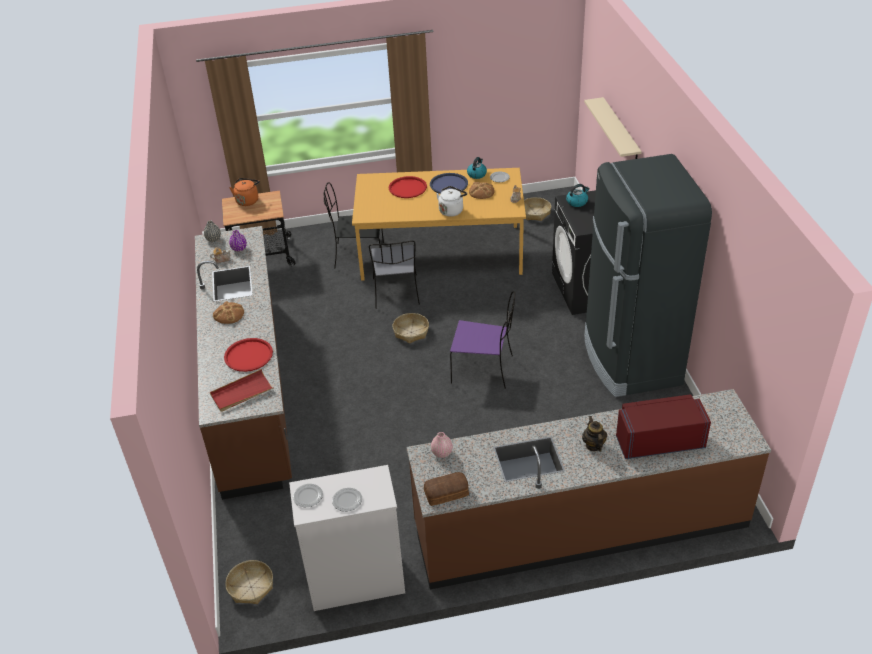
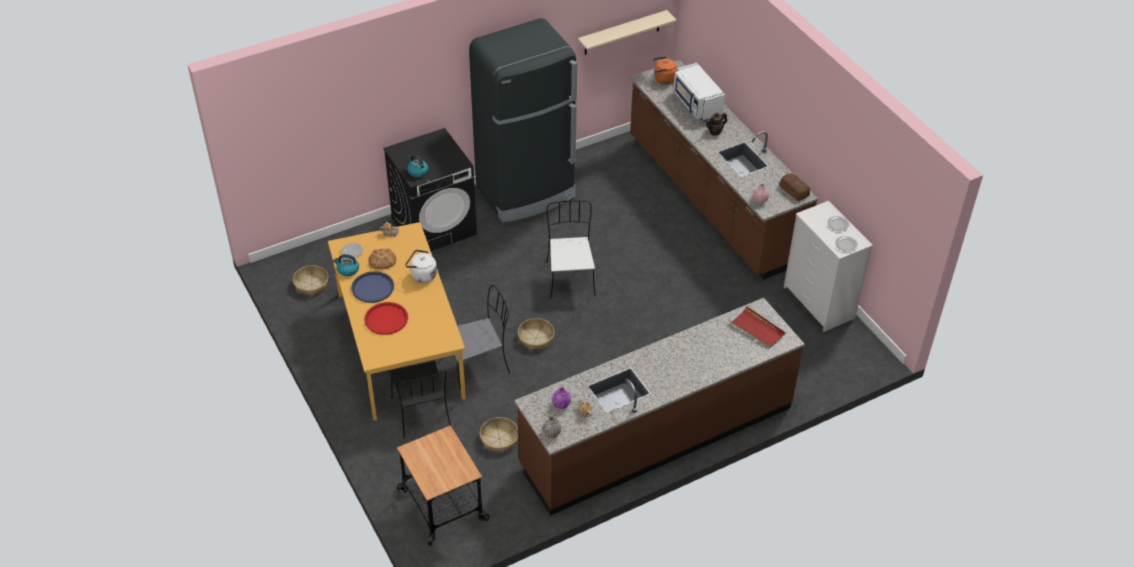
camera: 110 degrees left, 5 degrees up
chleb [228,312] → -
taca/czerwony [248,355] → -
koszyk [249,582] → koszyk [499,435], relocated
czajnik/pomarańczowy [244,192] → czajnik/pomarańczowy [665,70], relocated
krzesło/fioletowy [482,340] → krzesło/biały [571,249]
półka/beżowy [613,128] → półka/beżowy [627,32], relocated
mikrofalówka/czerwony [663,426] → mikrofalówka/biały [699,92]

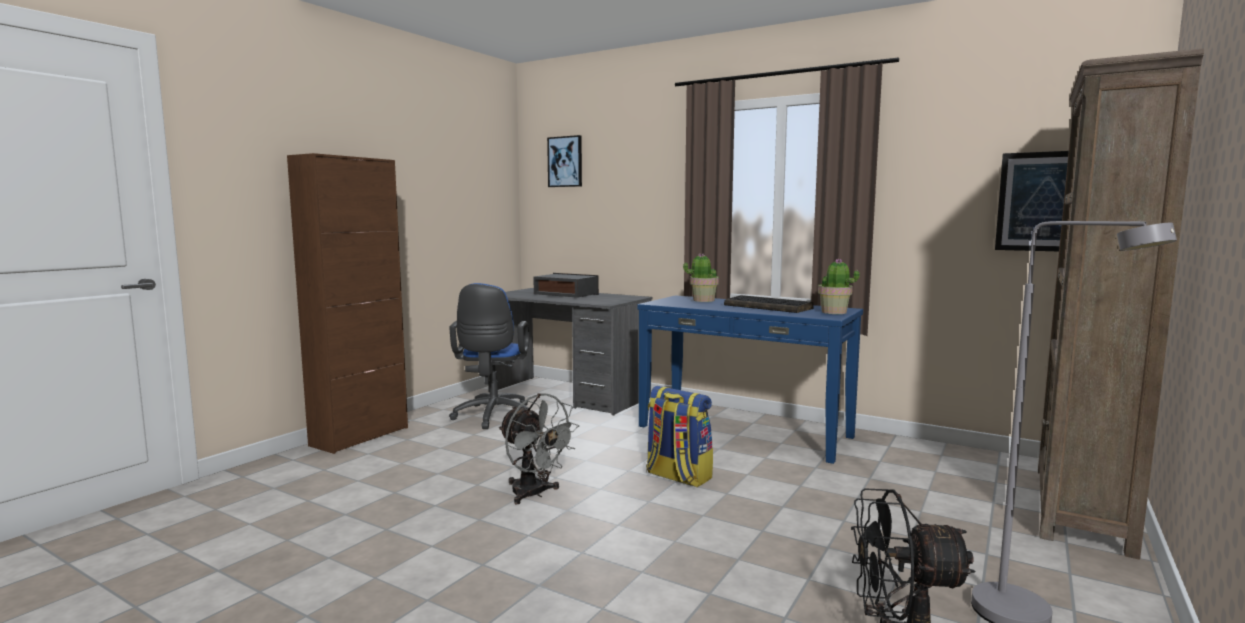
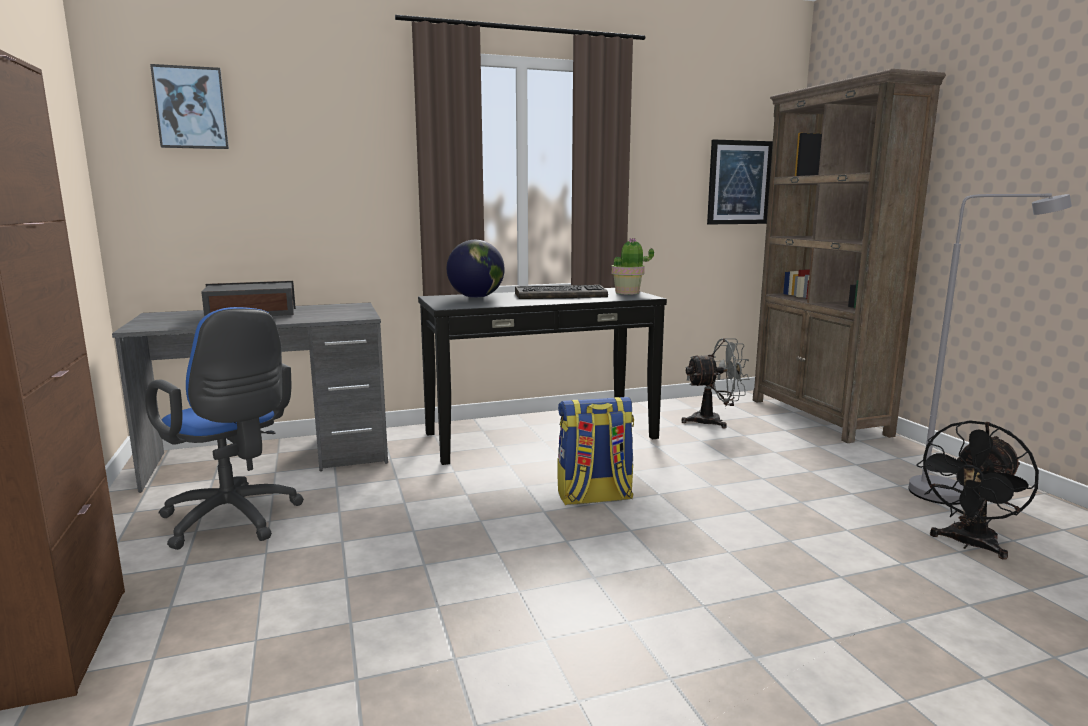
camera: 50 degrees left, 5 degrees up
wentylator/szary [539,449] → wentylator/szary [715,383], relocated
stolik konsolowy/niebieski [750,379] → stolik konsolowy/czarny [542,376]
roślina doniczkowa [701,277] → globus [476,269]

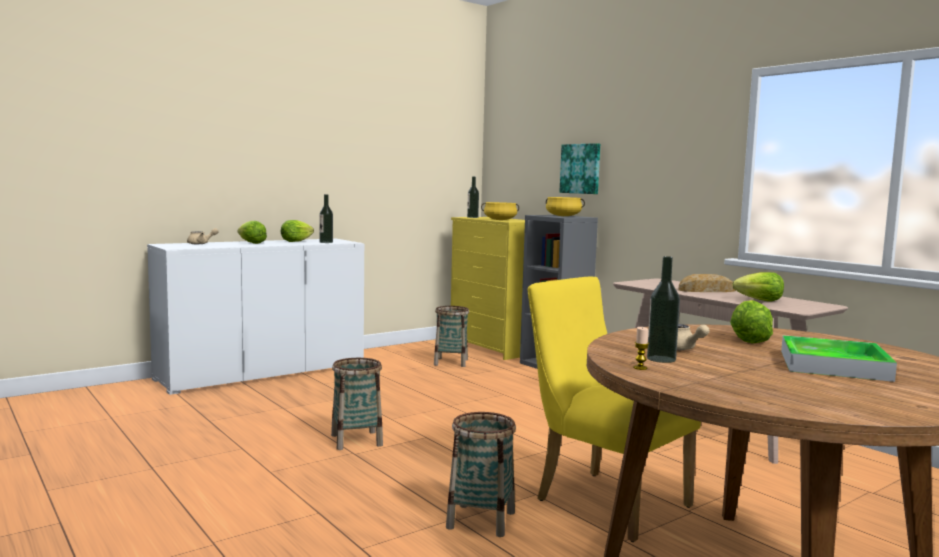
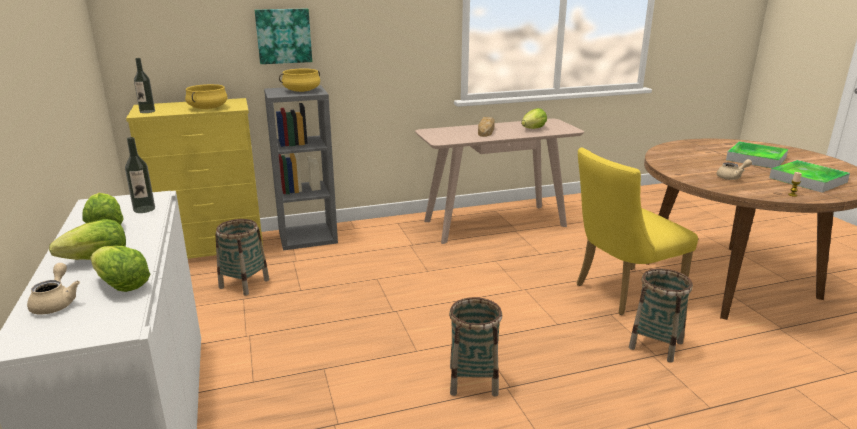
camera: 70 degrees left, 15 degrees up
butelka [663,309] → -
sałata [751,321] → sałata [120,269], relocated
- → taca [809,176]

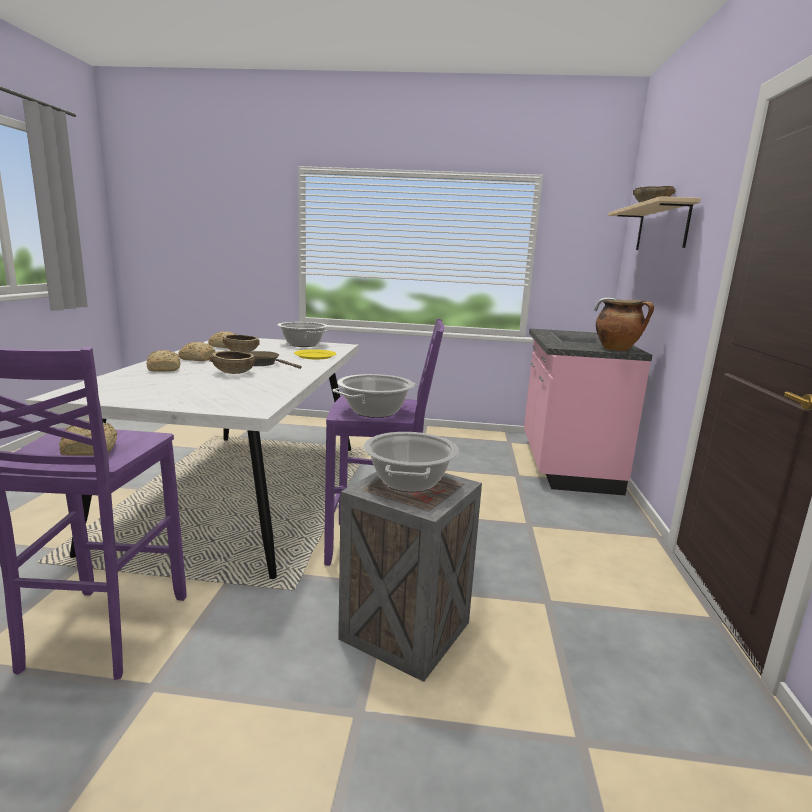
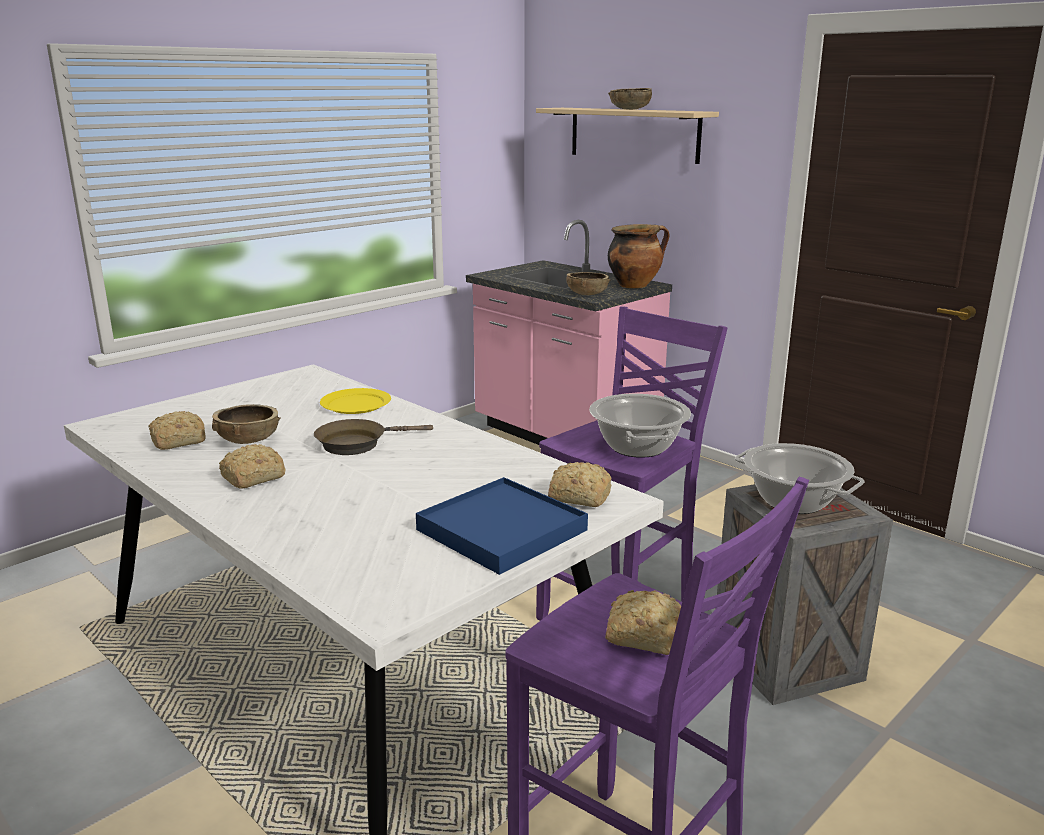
camera: 50 degrees left, 5 degrees up
chleb [163,361] → chleb [580,484], relocated
miska/brązowy [233,362] → miska/brązowy [588,283], relocated
garnek [303,334] → -
- → taca/niebieski [502,526]

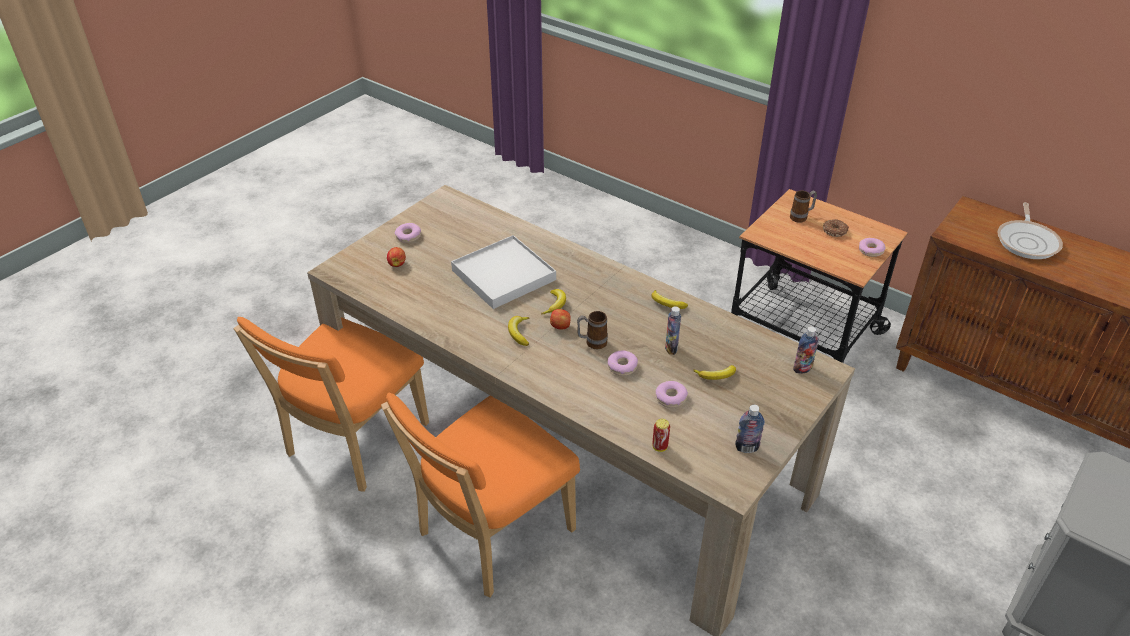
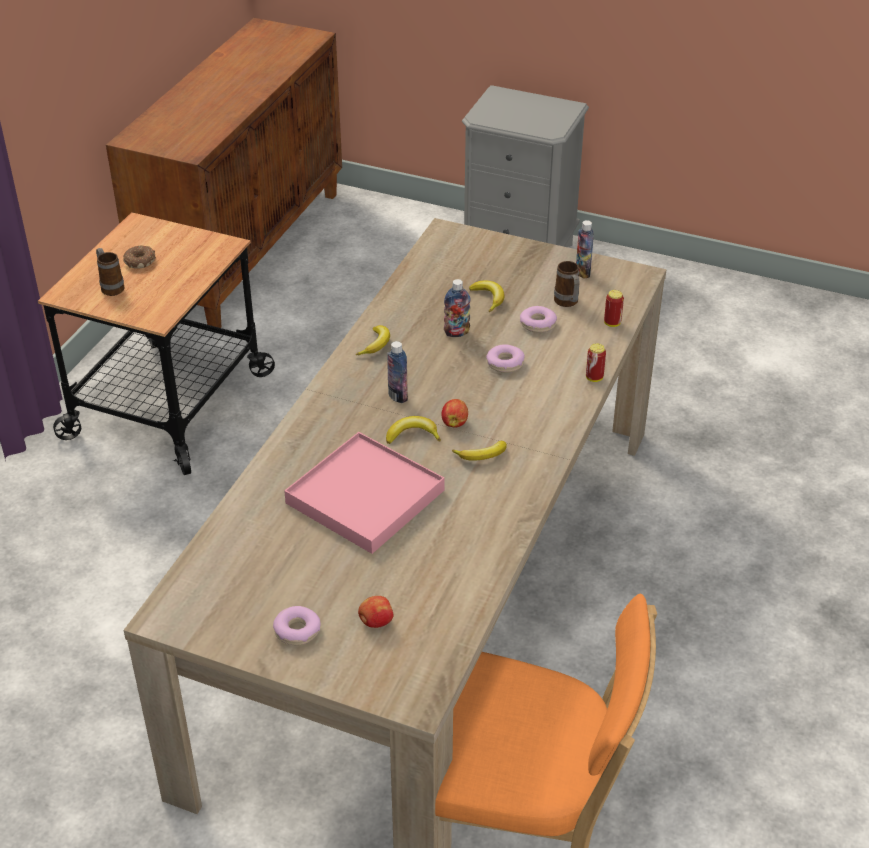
camera: 105 degrees left, 0 degrees up
krzesło/pomarańczowy [480,495] → -
taca/biały [503,272] → taca/różowy [364,493]
kubek [592,330] → kubek [567,284], relocated
butelka [806,350] → butelka [397,372], relocated
donut [872,247] → -
patelnia [1030,230] → -
- → puszka [596,362]

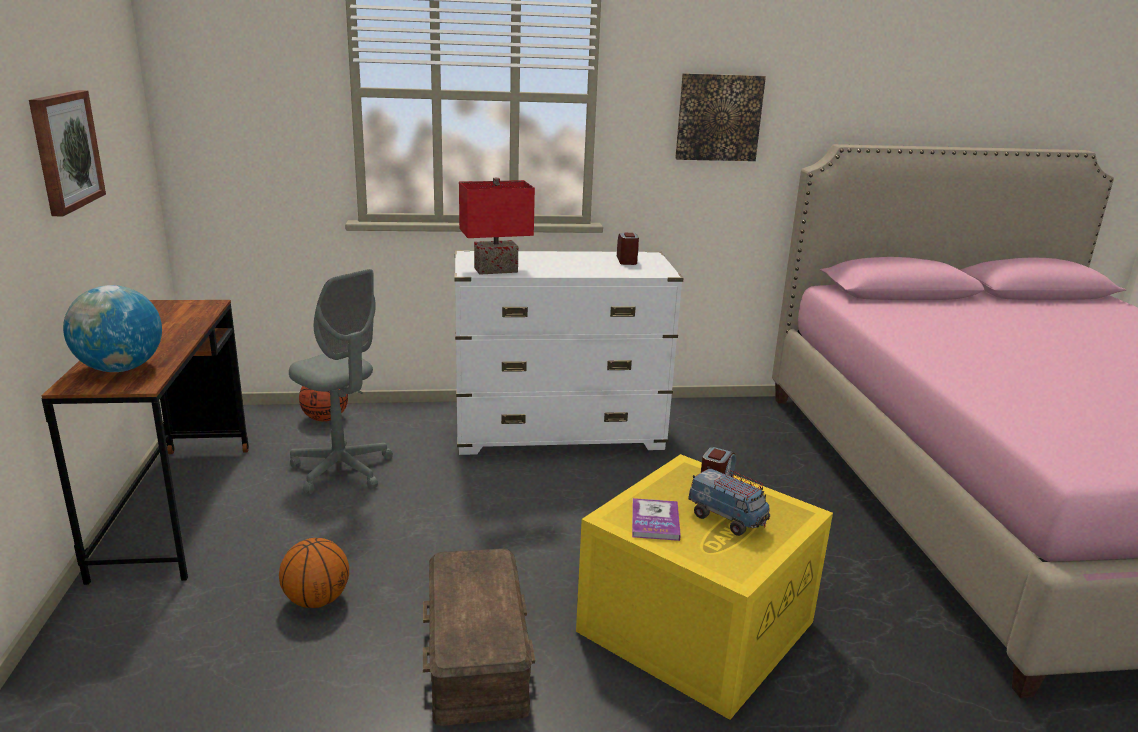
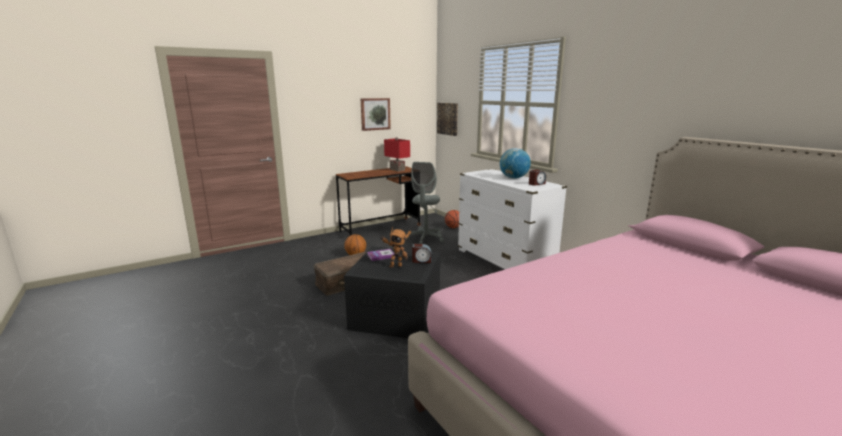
camera: 65 degrees right, 5 degrees down
globus [112,328] → globus [515,163], relocated
lampa stołowa/czerwony [497,226] → lampa stołowa/czerwony [397,154], relocated
pojemnik do przechowywania/żółty [704,587] → pojemnik do przechowywania/czarny [392,292]
obraz [720,117] → obraz [447,119], relocated
ciężarówka zabawkowa [729,501] → robot zabawkowy [395,247]

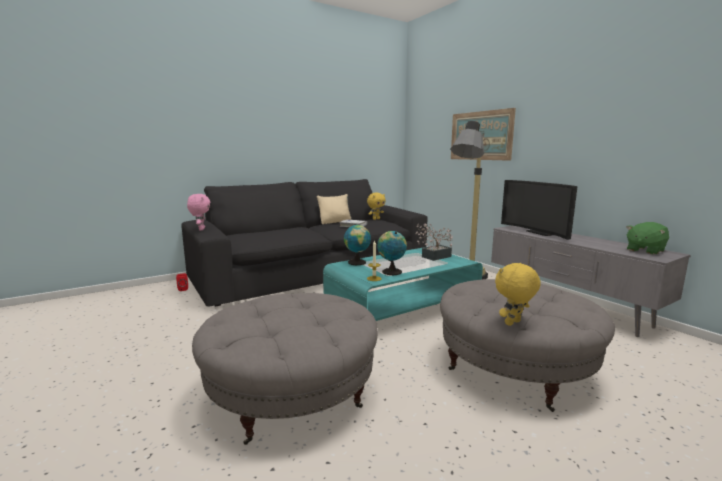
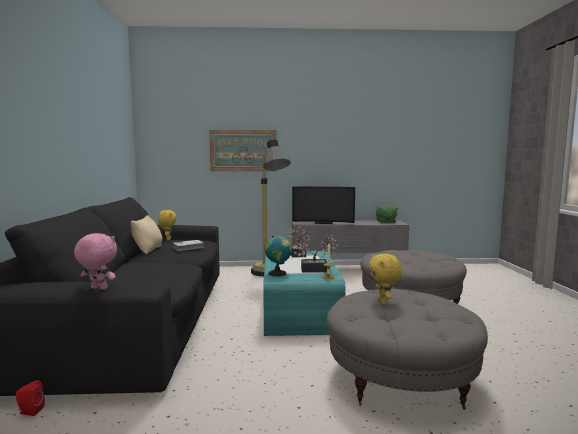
camera: 60 degrees left, 5 degrees down
globus [392,253] → roślina doniczkowa [316,254]
pluszak/żółty [518,294] → pluszak/żółty [385,279], relocated

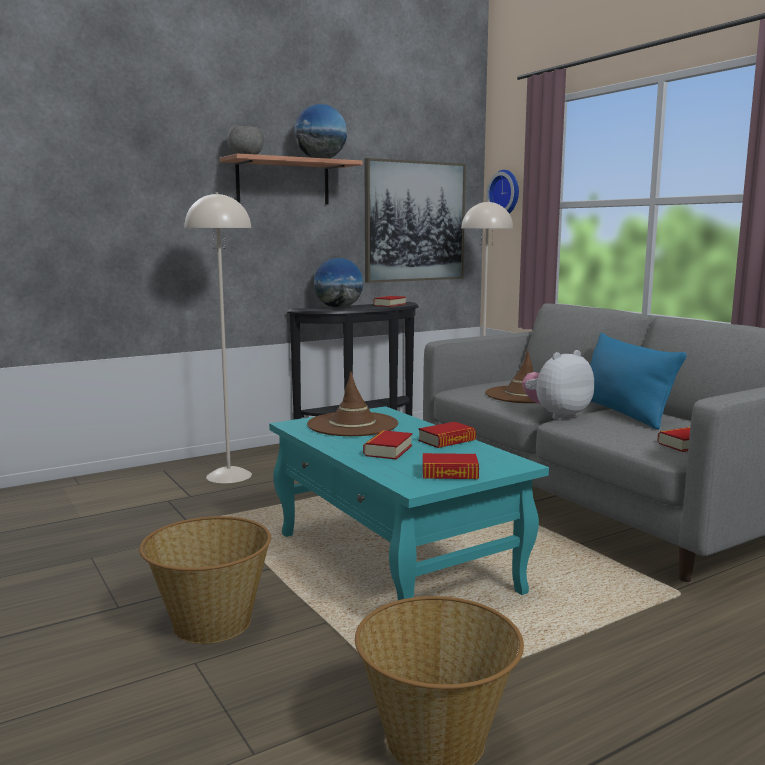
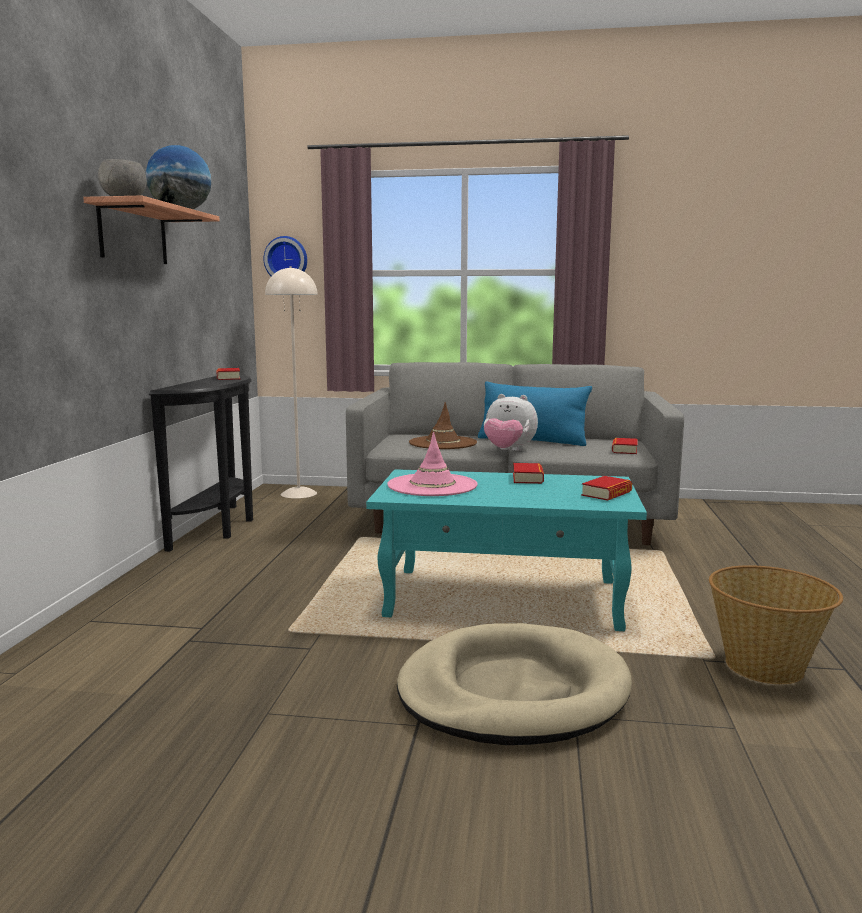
camera: 50 degrees left, 0 degrees up
koszyk [205,580] → legowisko/beżowy [514,684]
lampa stojąca/beżowy [218,337] → -
kapelusz/brązowy [352,403] → kapelusz/różowy [432,464]
globus [338,283] → -
książka [387,445] → -
obraz [415,220] → -
pluszak [558,385] → pluszak [511,422], 75 degrees counterclockwise

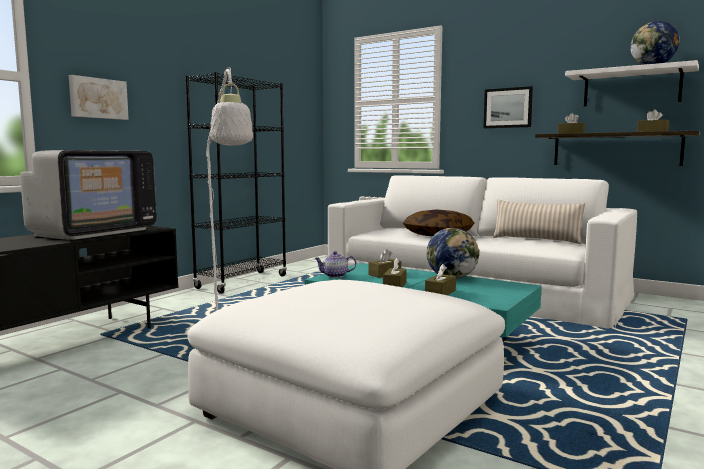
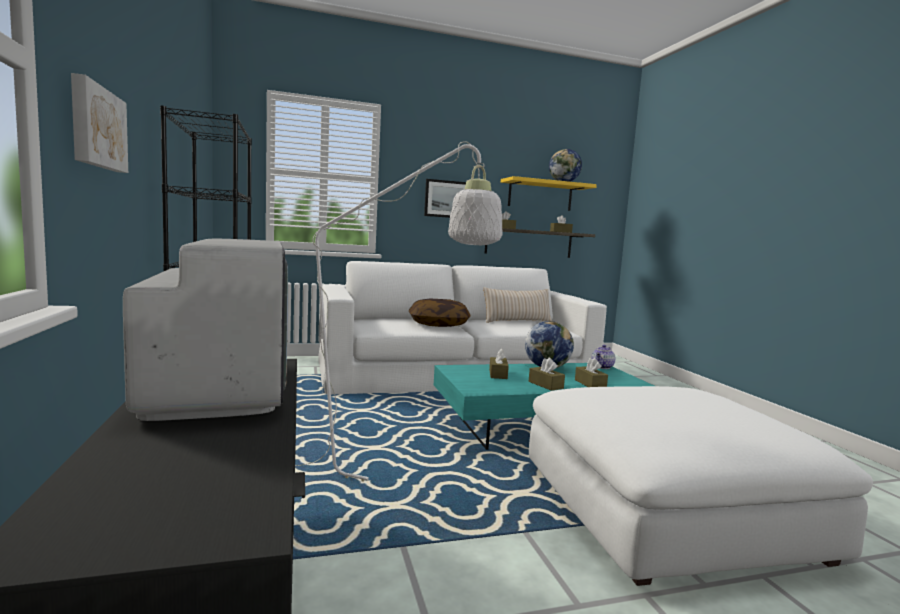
camera: 50 degrees left, 0 degrees up
imbryk [335,264] → imbryk [603,357], relocated
półka/biały [632,83] → półka/żółty [549,193]

